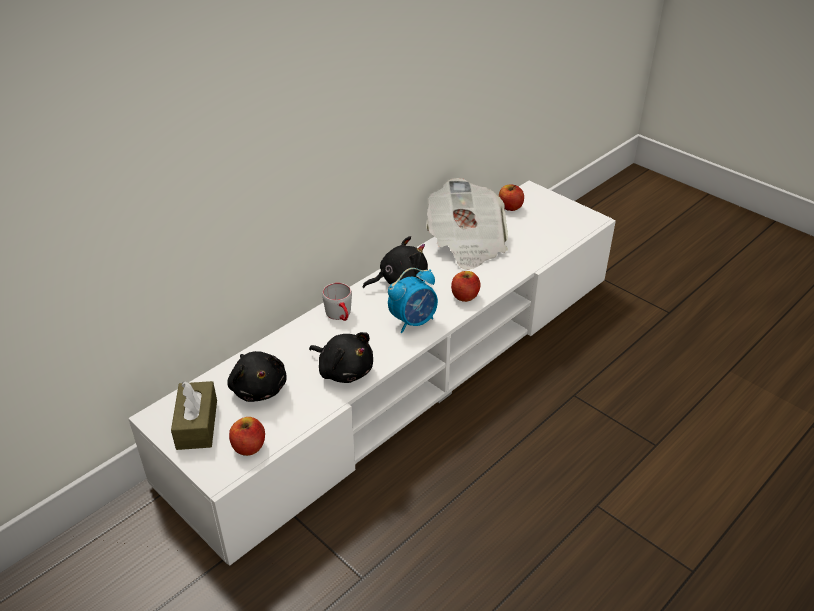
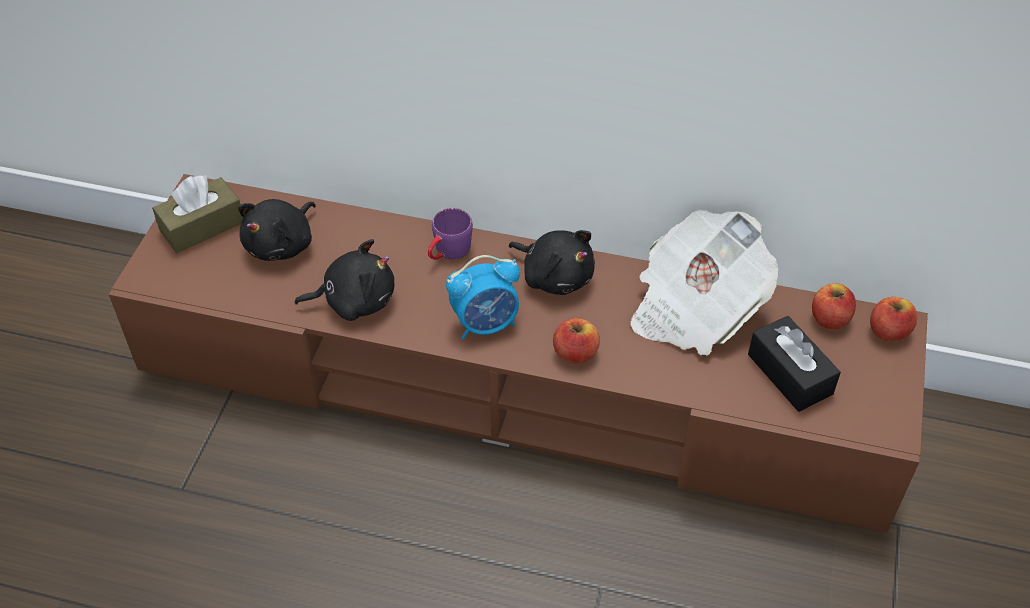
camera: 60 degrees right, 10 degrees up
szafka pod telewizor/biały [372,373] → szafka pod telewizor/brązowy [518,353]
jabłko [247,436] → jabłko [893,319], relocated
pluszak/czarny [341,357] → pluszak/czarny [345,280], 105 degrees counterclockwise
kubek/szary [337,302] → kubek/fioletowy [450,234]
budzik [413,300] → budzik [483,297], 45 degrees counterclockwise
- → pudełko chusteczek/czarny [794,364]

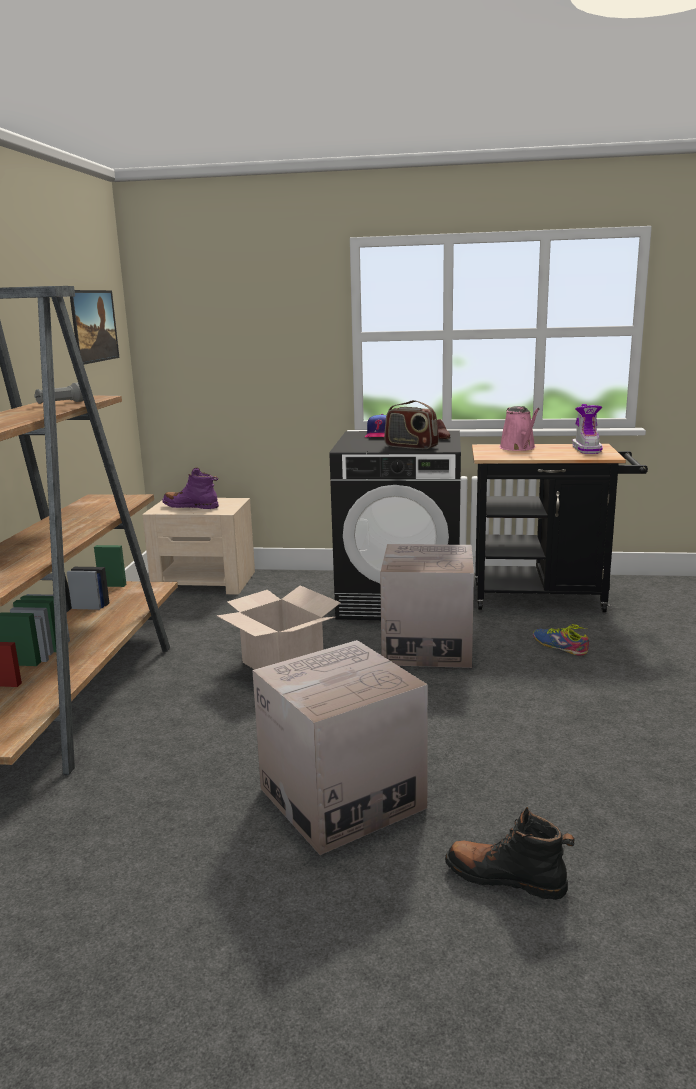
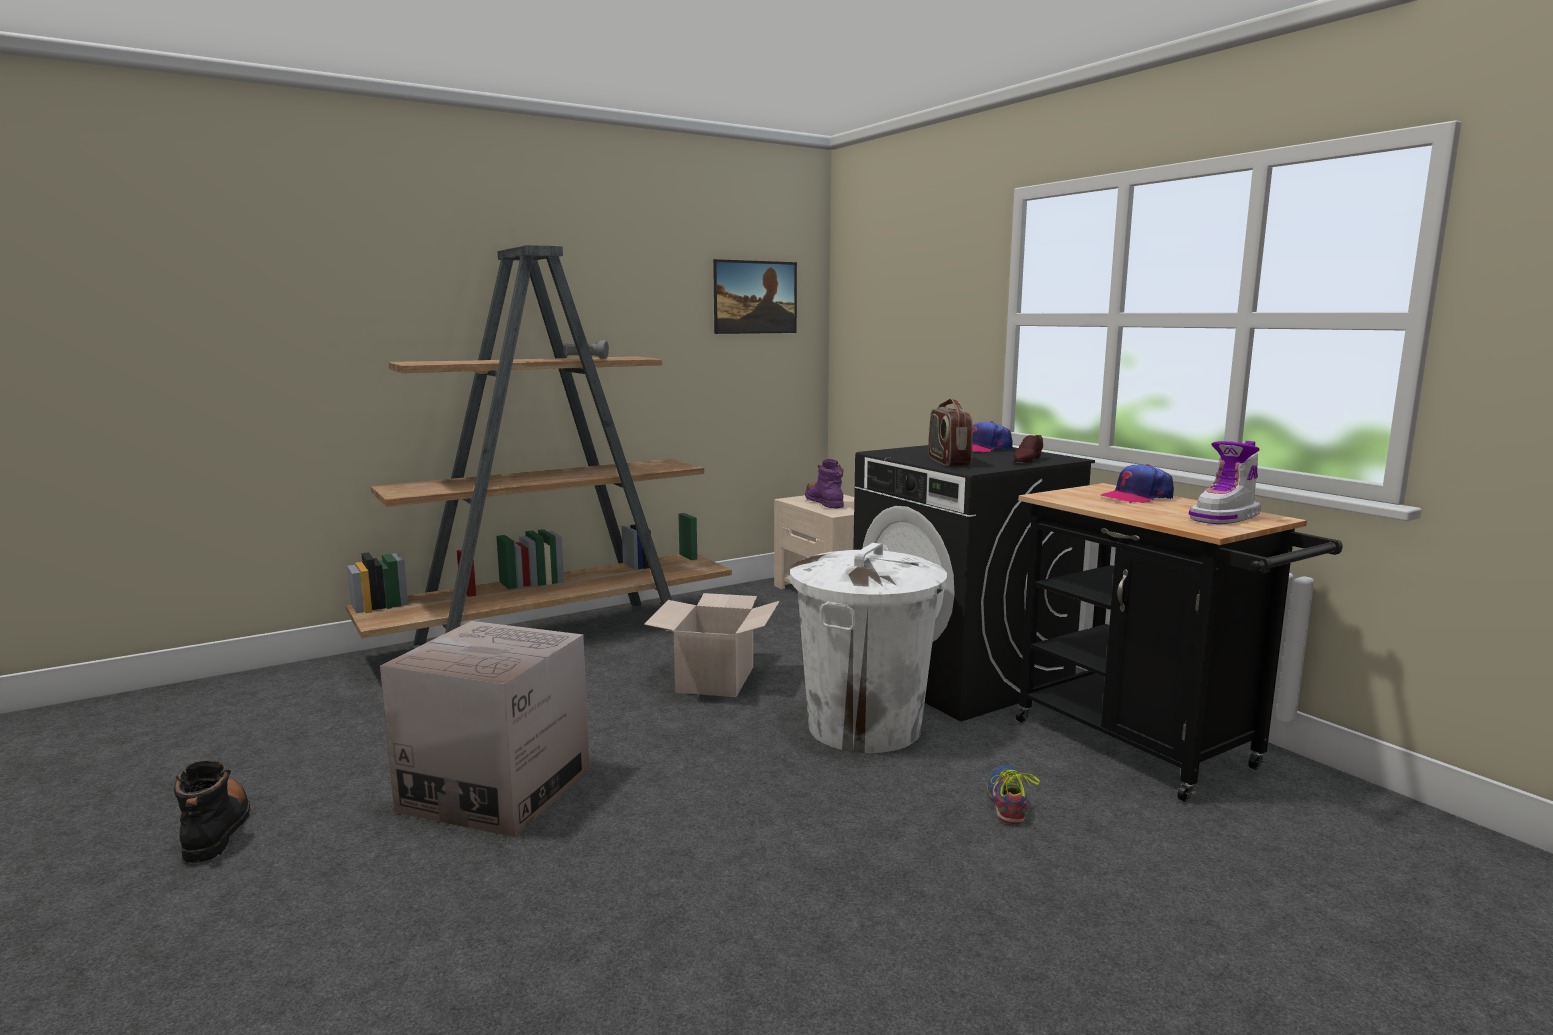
camera: 50 degrees right, 5 degrees down
karton [427,606] → kosz na śmieci/biały [868,648]
but z cholewką/czarny [510,853] → but z cholewką/czarny [212,812], relocated
konewka/różowy [519,428] → czapka z daszkiem [1137,483]

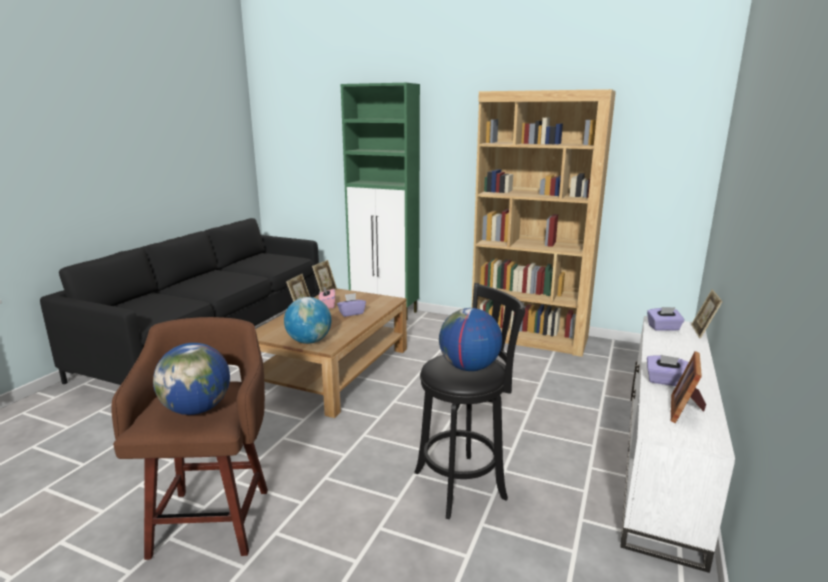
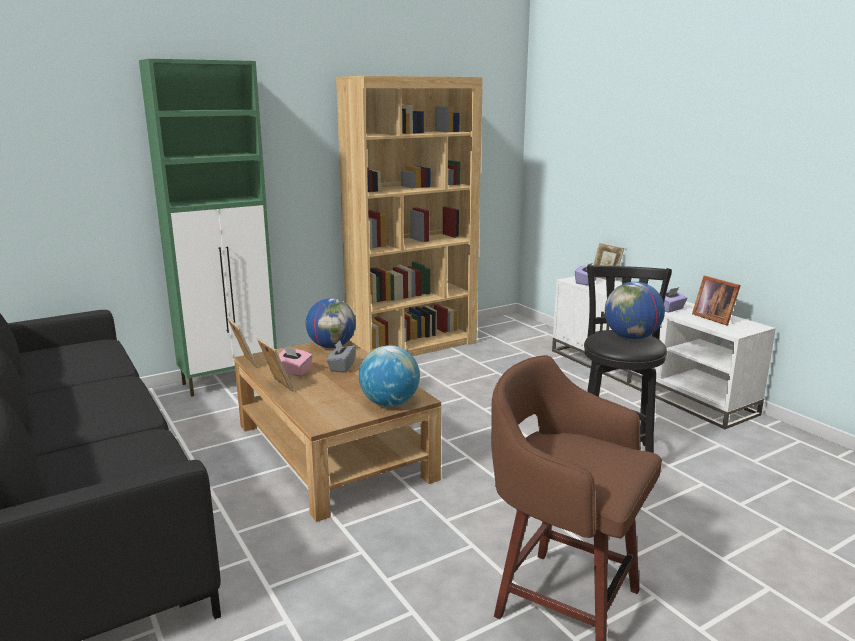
camera: 55 degrees left, 0 degrees up
globus [191,379] → globus [331,323], relocated
pudełko chusteczek/fioletowy [351,305] → pudełko chusteczek/szary [341,356]

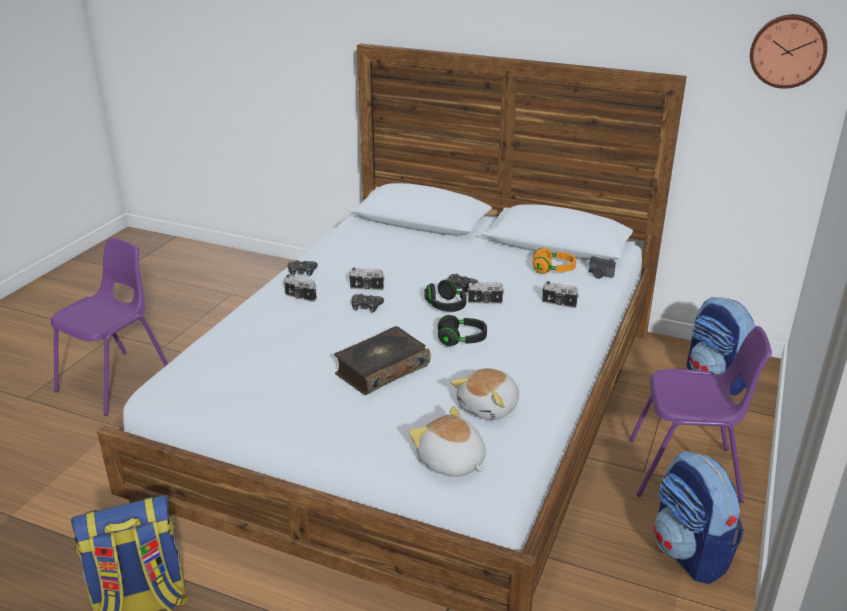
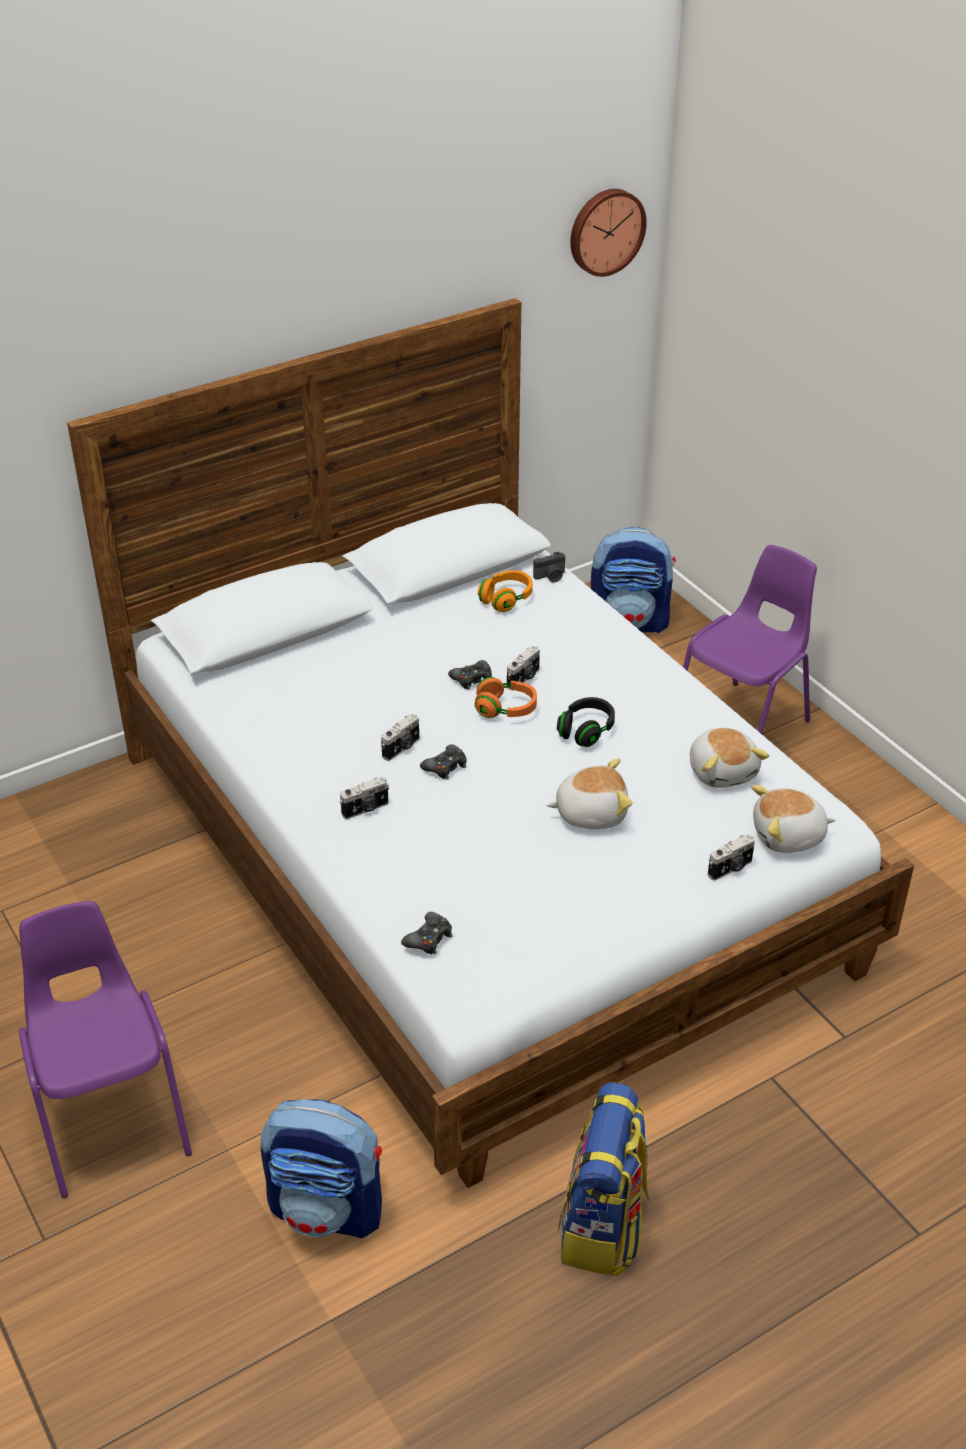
camera: 55 degrees left, 10 degrees up
pad do gier/czarny [303,268] → pad do gier/czarny [426,933], relocated
książka [382,360] → pluszak [589,793]
słuchawki/czarny [445,296] → słuchawki/pomarańczowy [506,697]
aparat fotograficzny [560,294] → aparat fotograficzny [731,857], relocated
plecak [698,517] → plecak [321,1168], relocated

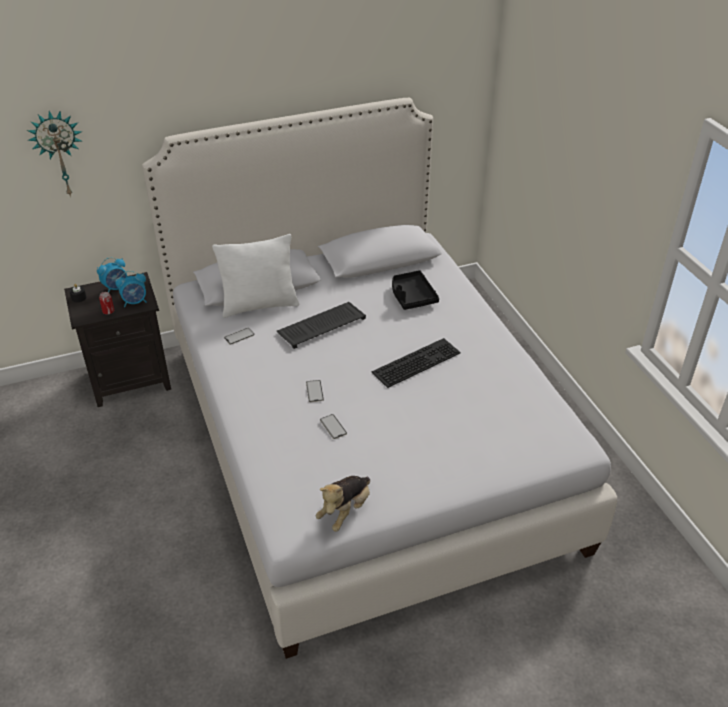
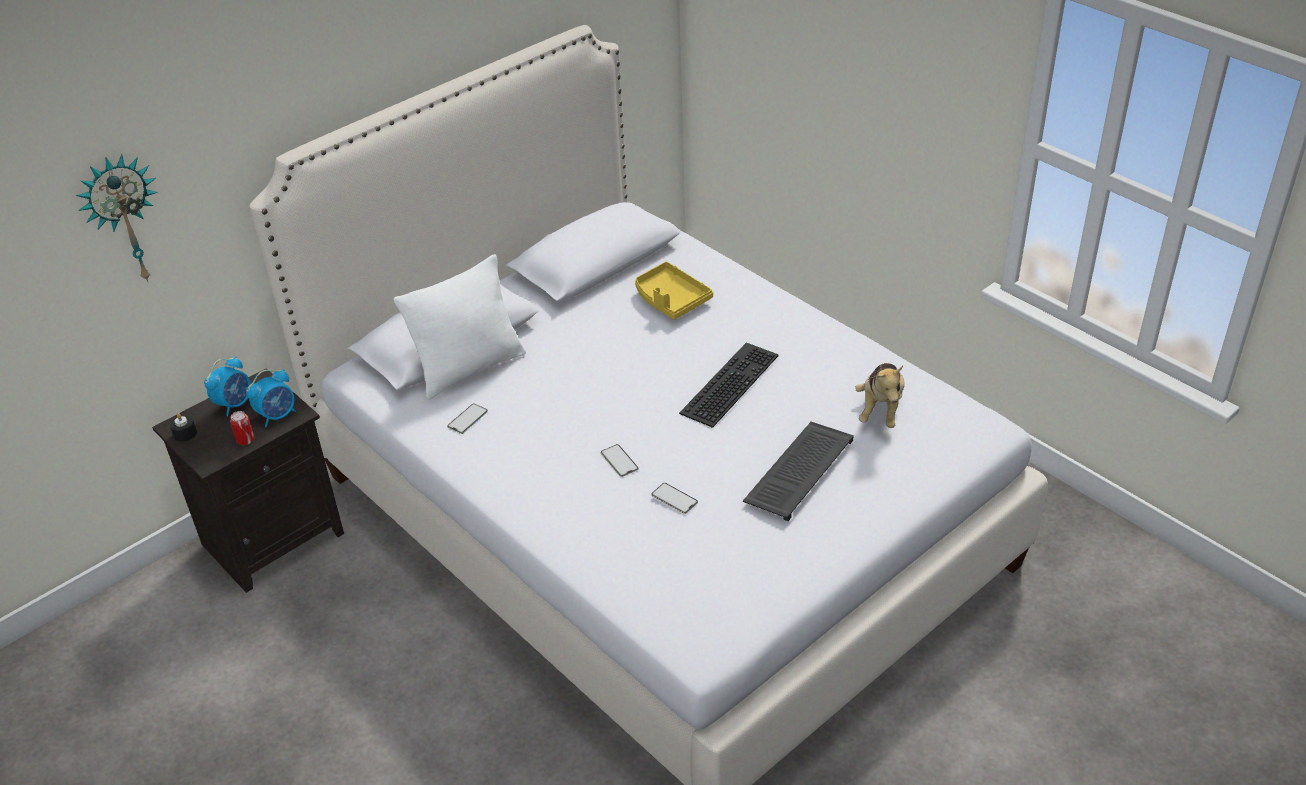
camera: 20 degrees left, 0 degrees up
klawiatura [321,325] → klawiatura [798,471], relocated
pluszak [342,503] → pluszak [880,395], relocated
taca/czarny [415,290] → taca/żółty [674,290]

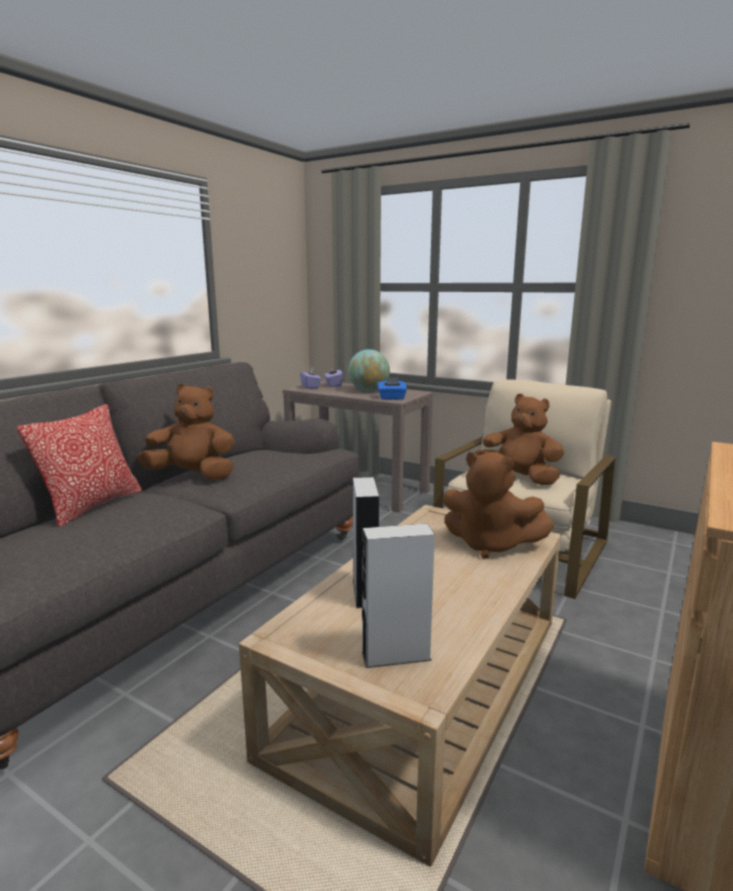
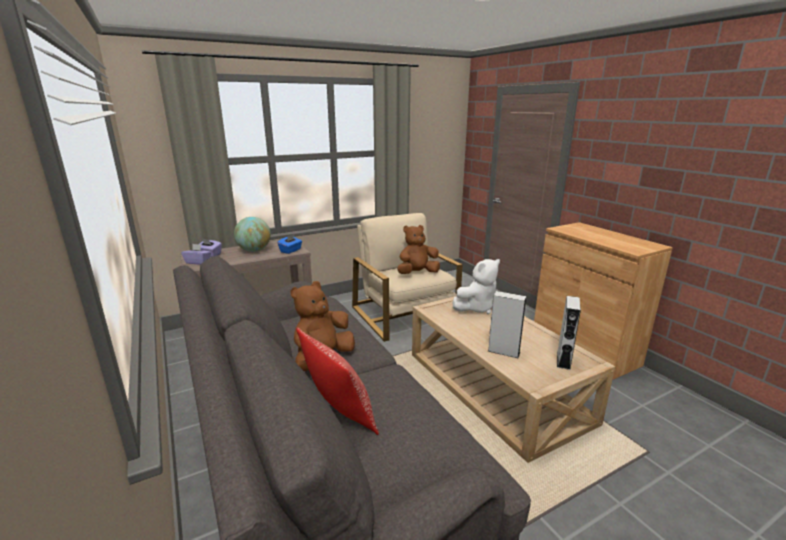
camera: 60 degrees left, 5 degrees up
pluszak/brązowy [498,505] → pluszak/biały [476,286]

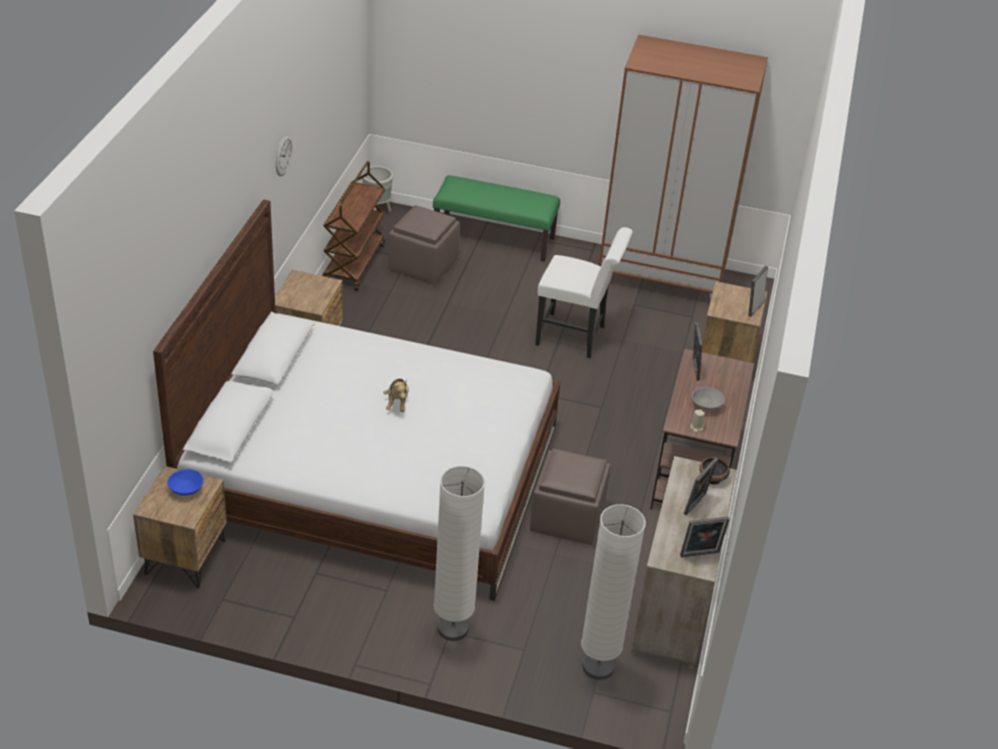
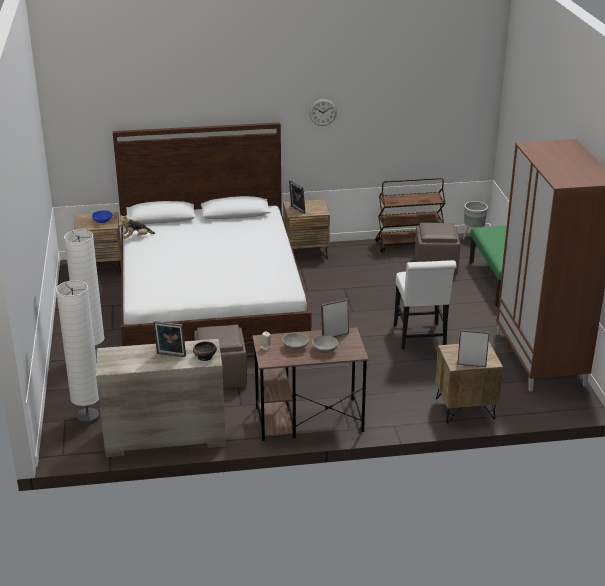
camera: 70 degrees right, 10 degrees down
pluszak [396,395] → pluszak [137,227], relocated
ramka na zdjęcie [705,536] → ramka na zdjęcie [297,197], relocated
- → miska/szary [325,344]

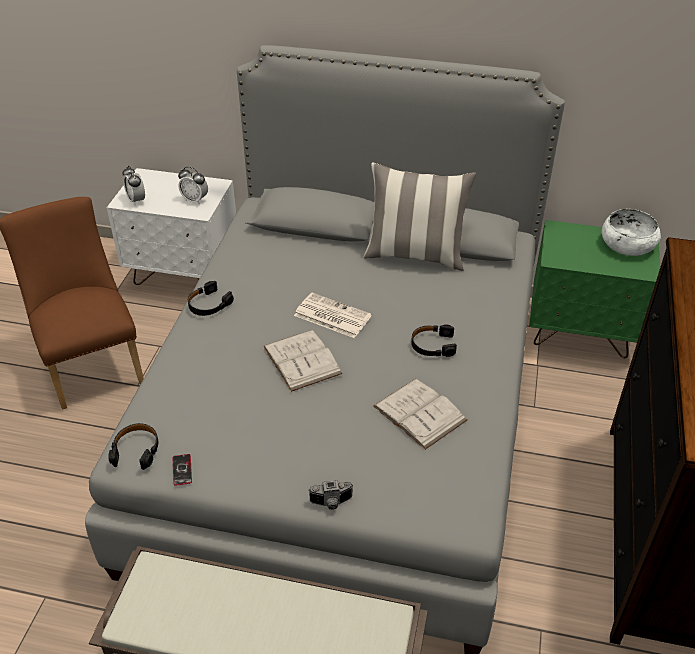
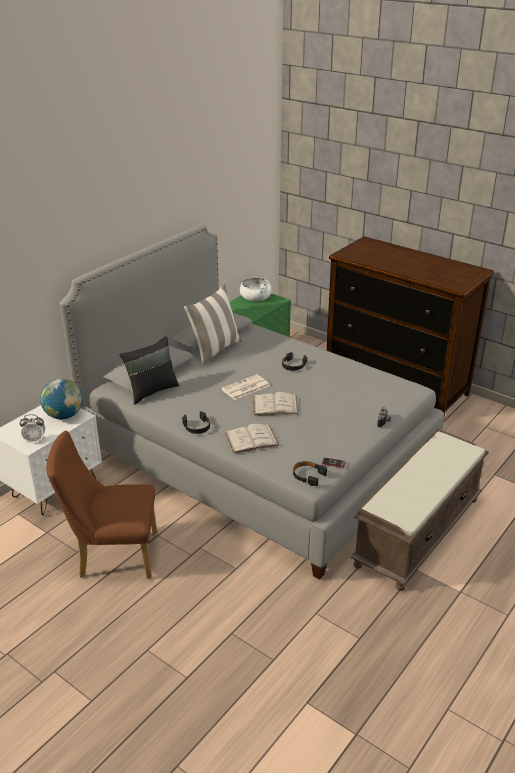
camera: 65 degrees left, 10 degrees down
budzik [193,186] → globus [61,398]
książka/biały [420,414] → książka/biały [252,439], relocated
- → poduszka/czarny [149,370]

